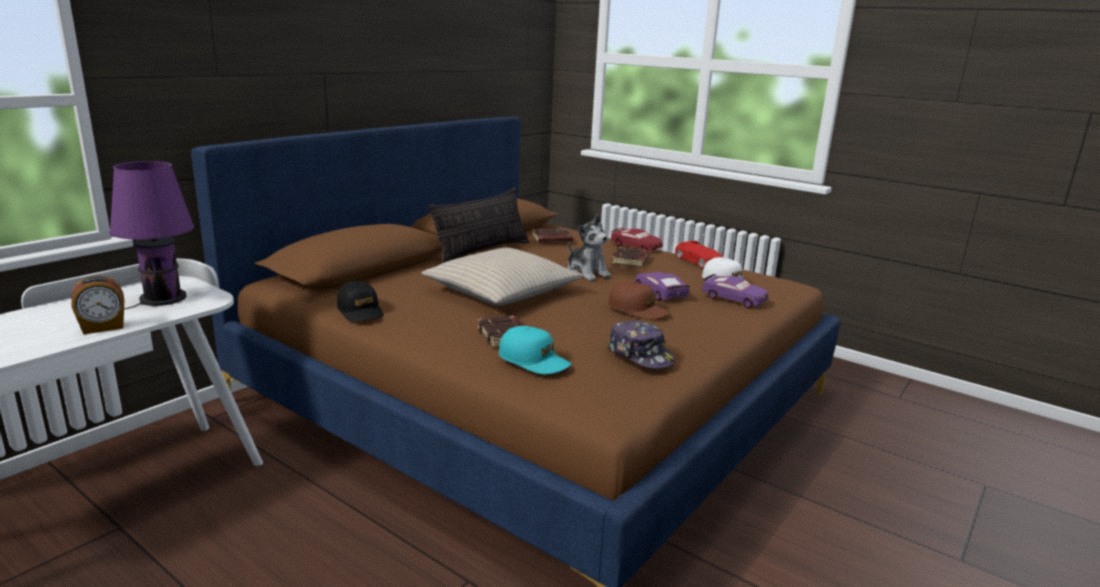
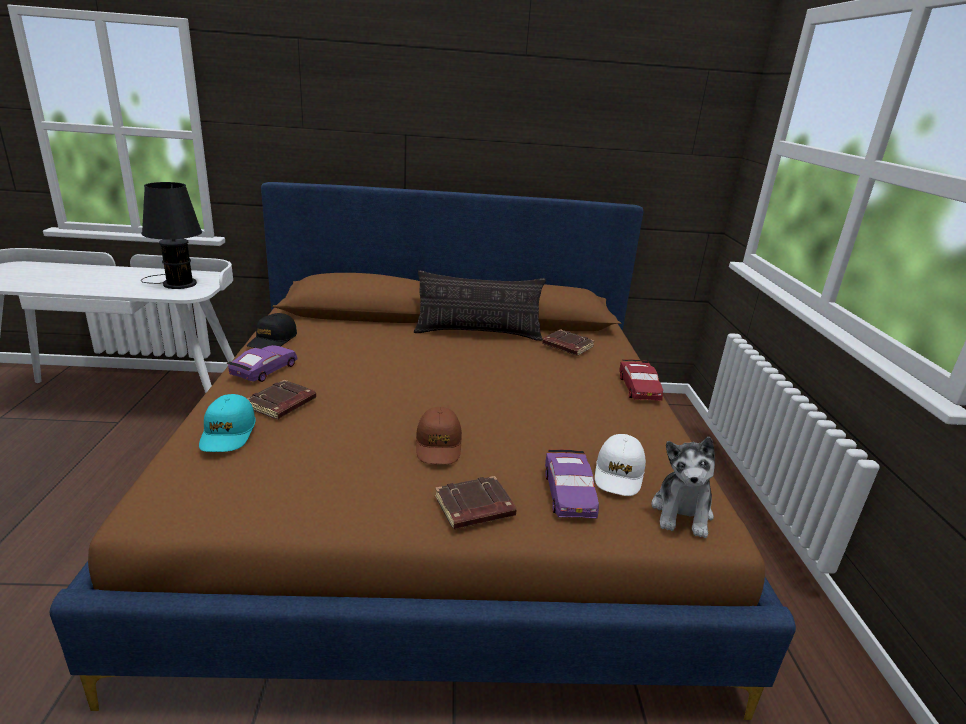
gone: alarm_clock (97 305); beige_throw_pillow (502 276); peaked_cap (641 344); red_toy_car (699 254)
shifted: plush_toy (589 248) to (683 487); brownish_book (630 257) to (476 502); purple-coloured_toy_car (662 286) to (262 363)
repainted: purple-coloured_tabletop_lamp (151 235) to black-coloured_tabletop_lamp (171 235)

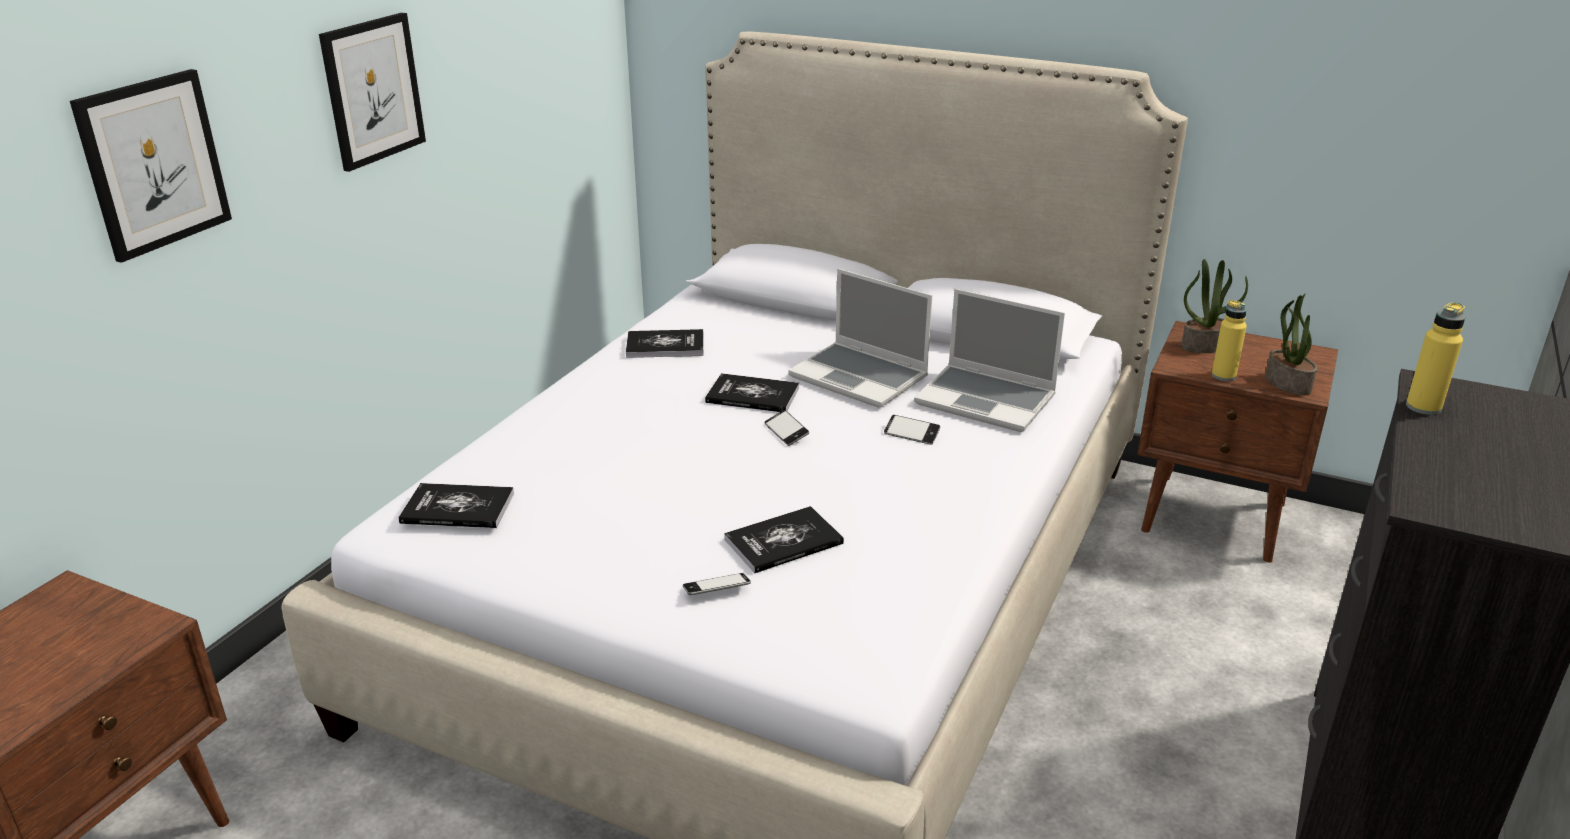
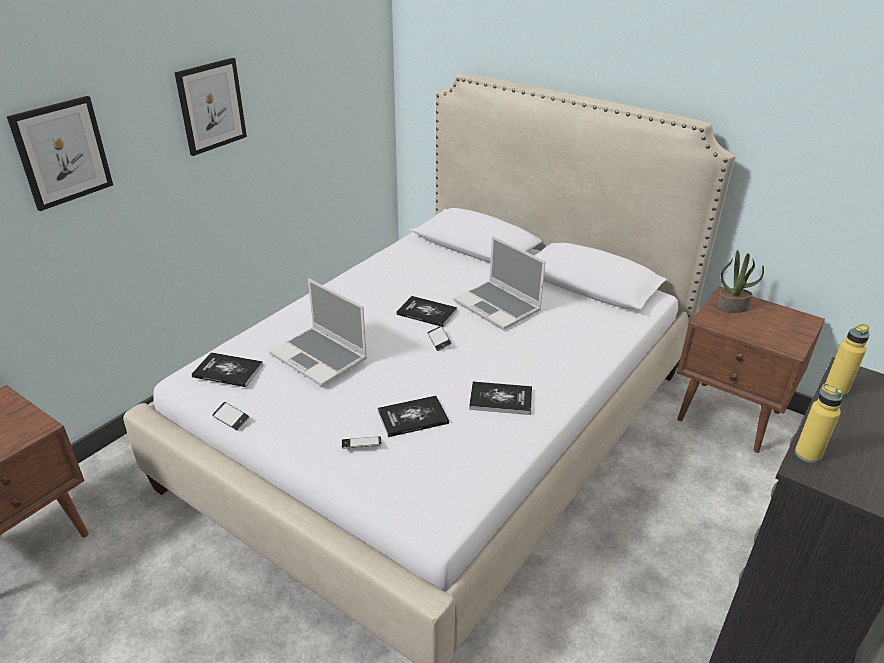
gone: houseplant (1291 344)
shifted: book (664 343) to (500 398); phone (912 430) to (230 416); portable_computer (989 360) to (318 332); yellow-coloured_bottle (1229 340) to (818 423)

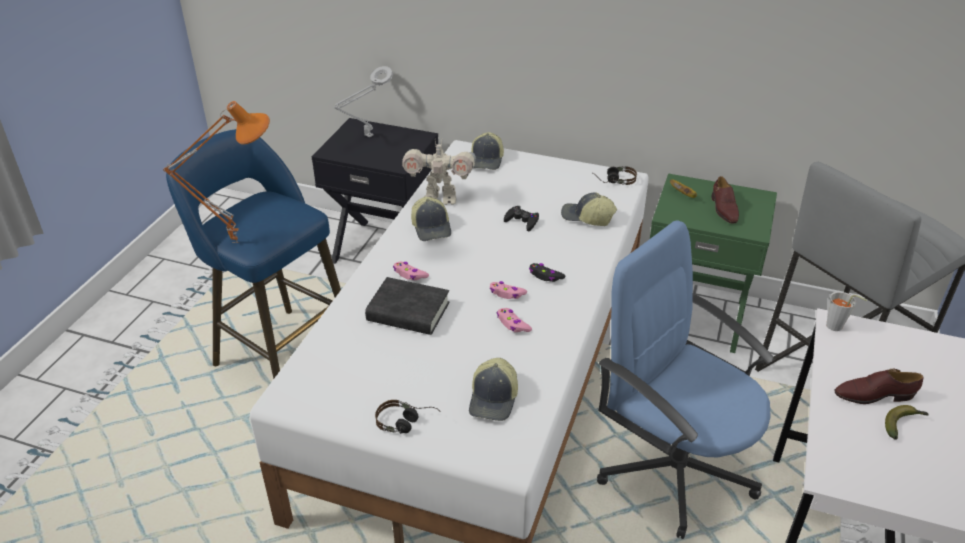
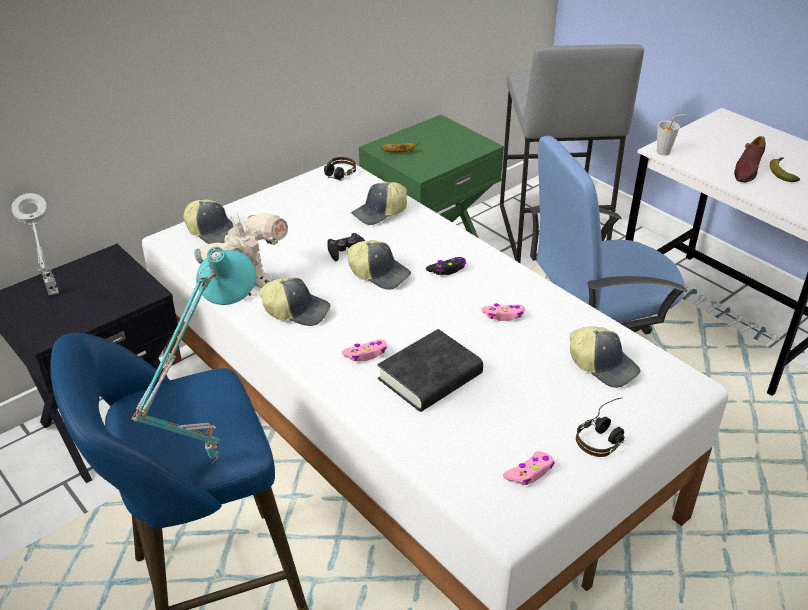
gone: brownish_shoe (725 199)
new: peaked_cap (379 265)
shifted: pink-coloured_joypad (508 290) to (528 468)
repainted: orange-coloured_tabletop_lamp (216 172) to turquoise_tabletop_lamp (193 355)

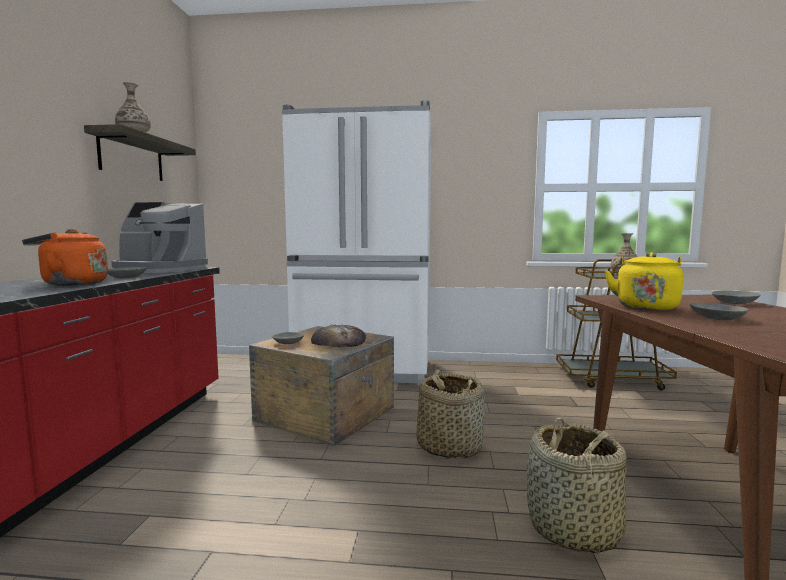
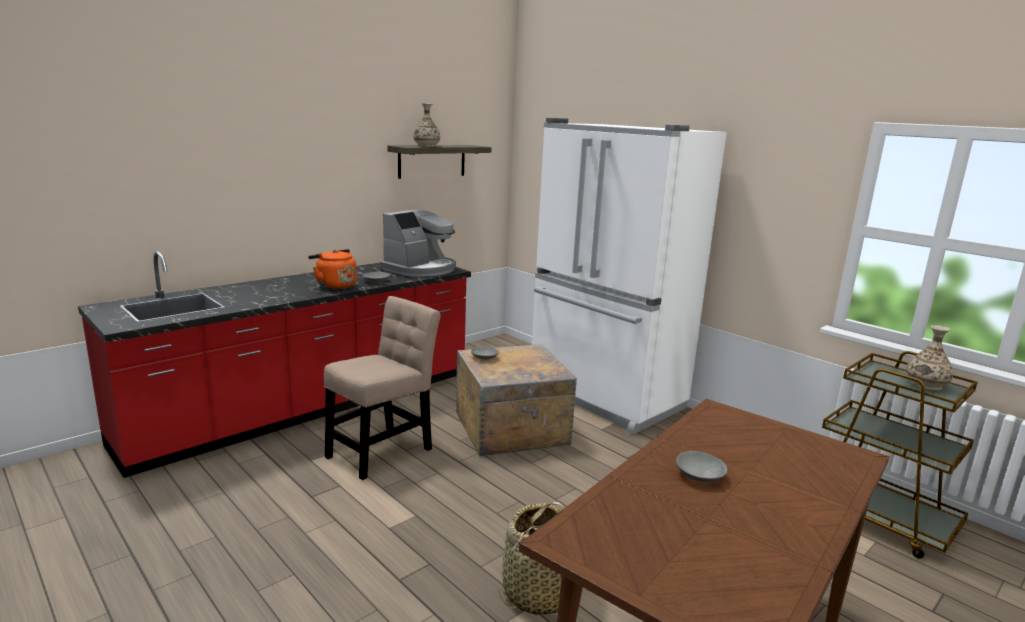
gone: baked_bread (338 336); storage_basket (450 414); yellow-coloured_water_kettle (644 281); greyish_bowl (736 297)
new: beige_upright_chair (382 388)
rotated: coffee_maker (159 237) = (418 242) 105 degrees counterclockwise

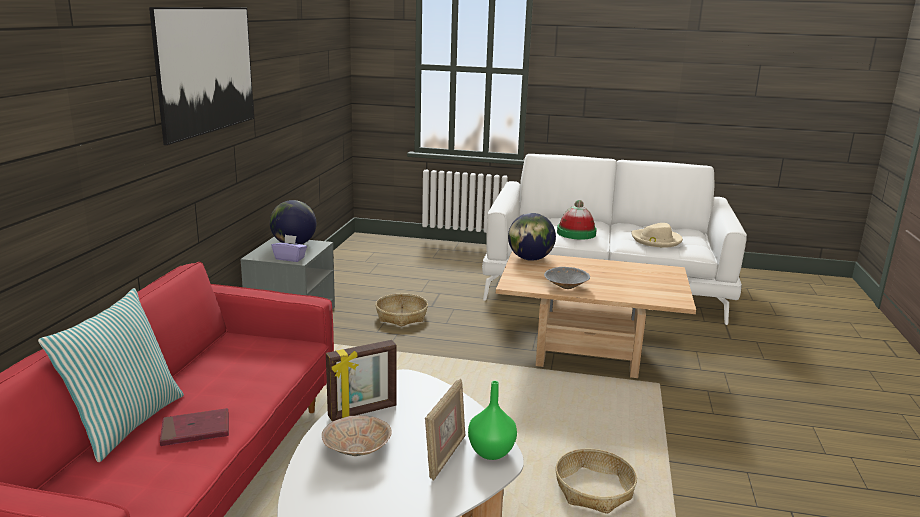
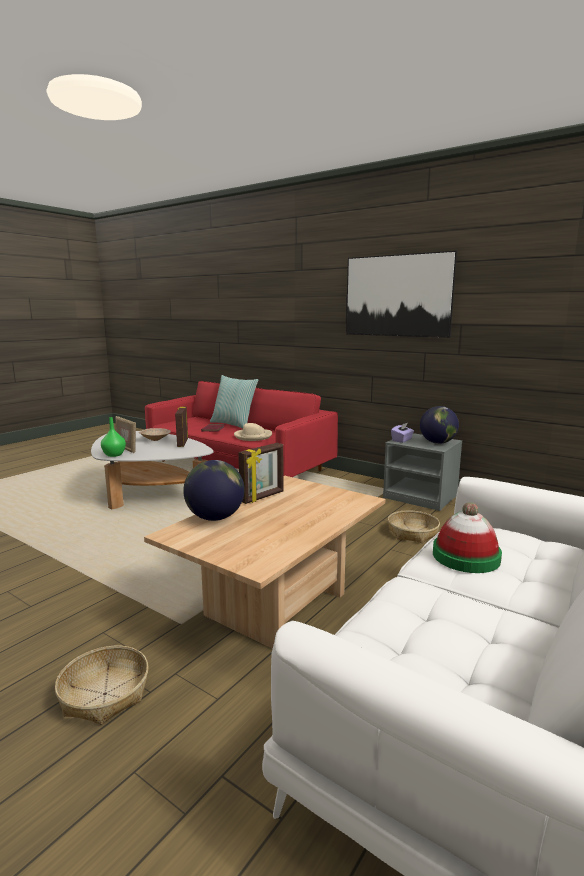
shifted: world_globe (532 237) to (214 490); storage_basket (596 481) to (102 685); beige_wearable_hat (657 235) to (253 432)
swapped: greyish_bowl (567 278) to picture_frame (261 473)

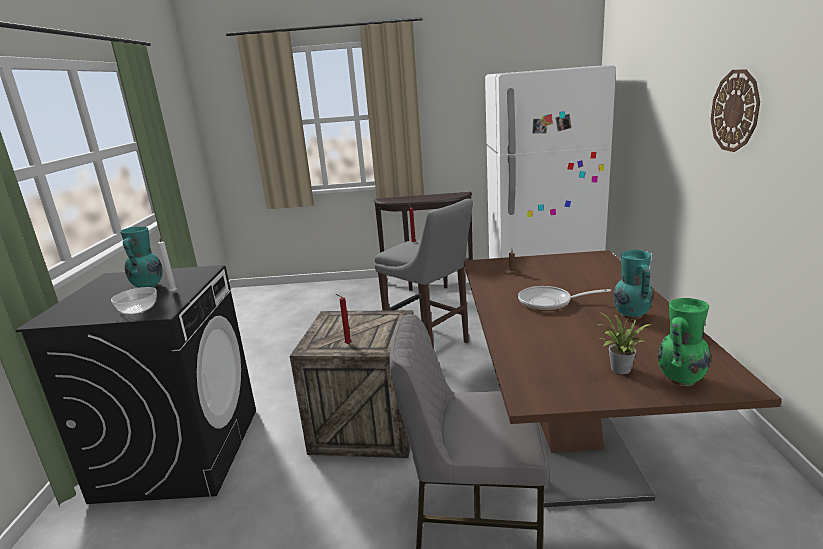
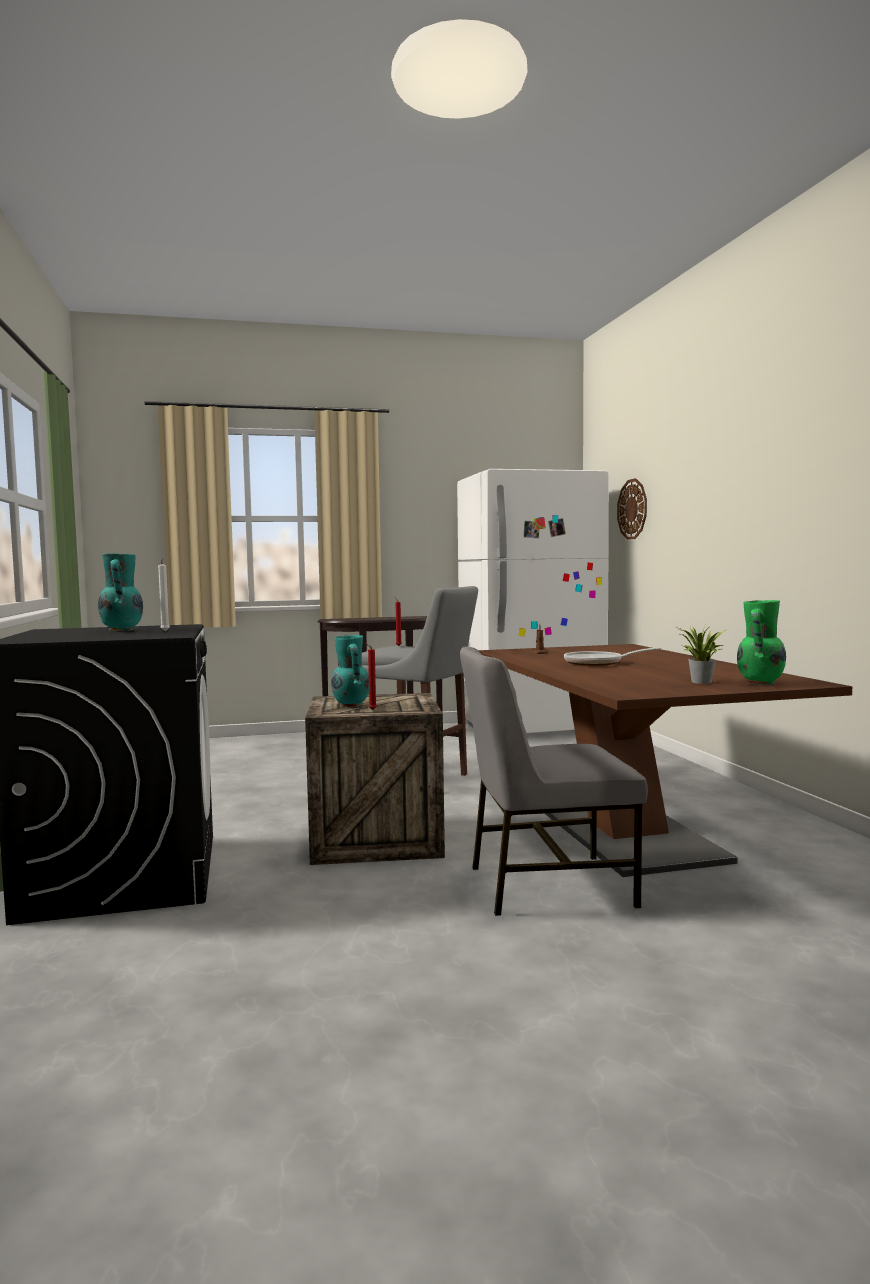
gone: bowl (134 301)
shifted: turquoise_flower_vase (633 285) to (350 671); wall_clock (735 110) to (632 509)

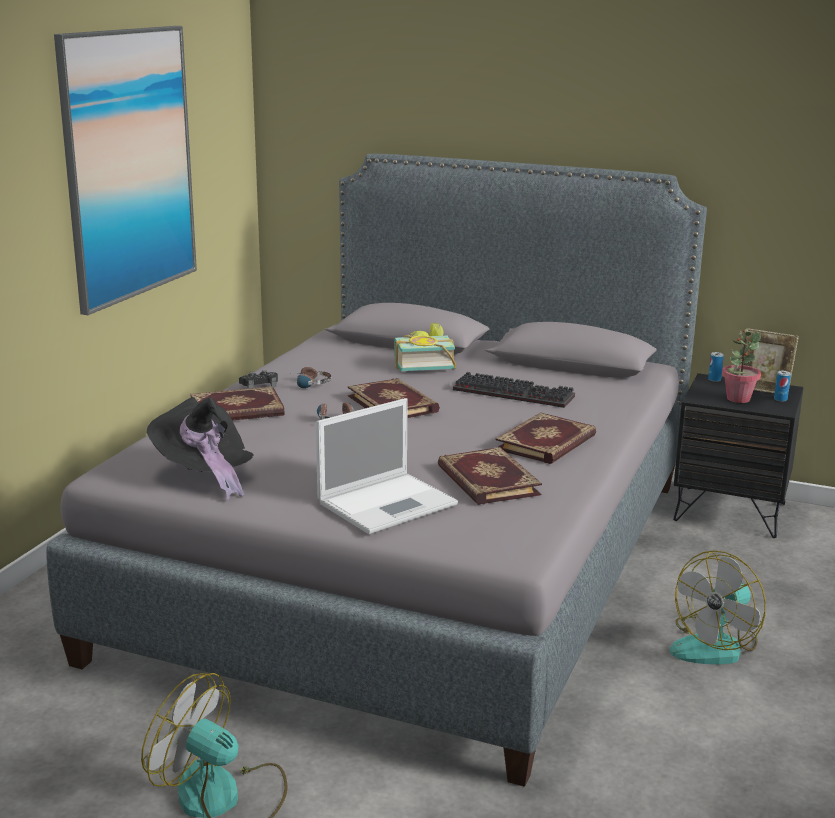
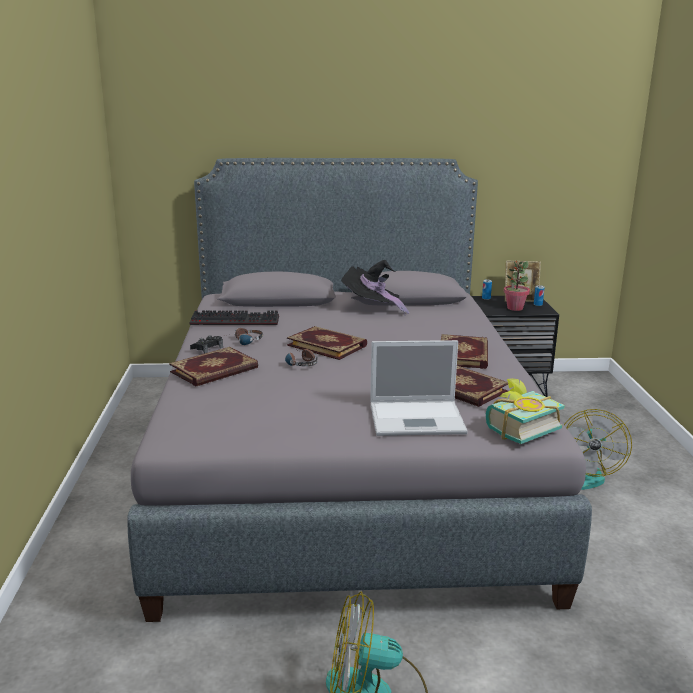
gone: picture (125 170)
shifted: black-coloured_wearable_hat (200 449) to (375 287); book (425 347) to (525 411); computer_keyboard (514 390) to (234 317)
rotated: portable_computer (387 466) = (419 388) 60 degrees clockwise

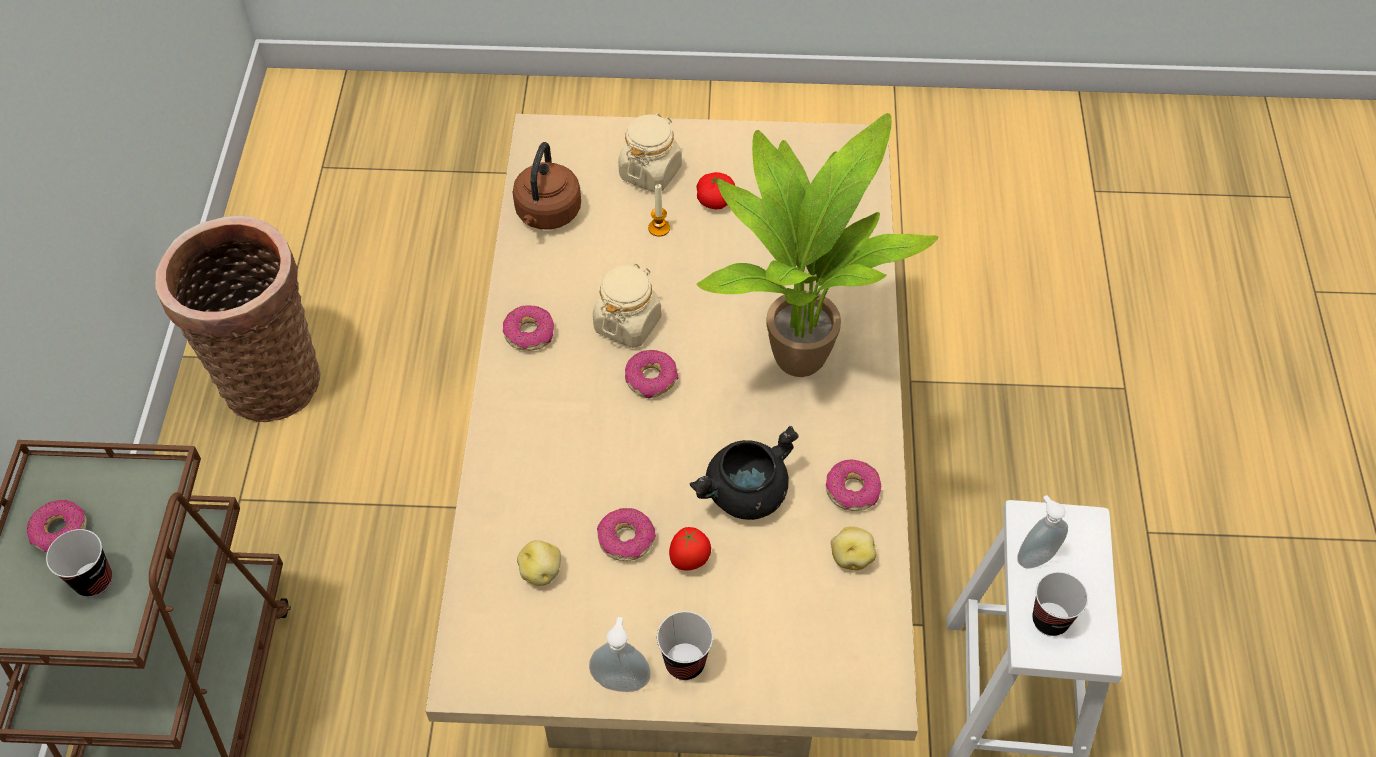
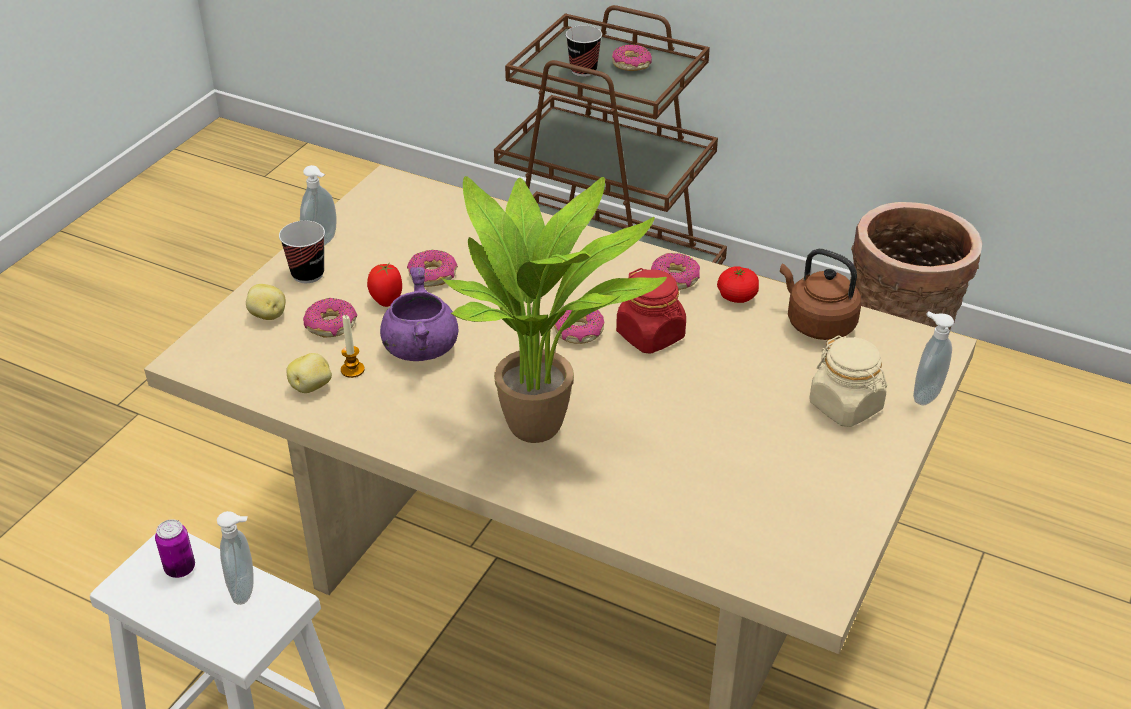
new: liquid_soap_bottle (933 358)
shifted: potato (539 563) to (266 302); wax_candle (659 210) to (353 346); whole_tomato (715 190) to (738 284); ring_doughnut (853 485) to (330 318)
swapped: cup (1060 604) to sealed_can (175 548)
repainted: beige_preserve_jar (627 305) to red_preserve_jar (651 311); black-coloured_saucepot (744 473) to purple-coloured_saucepot (419 314)

